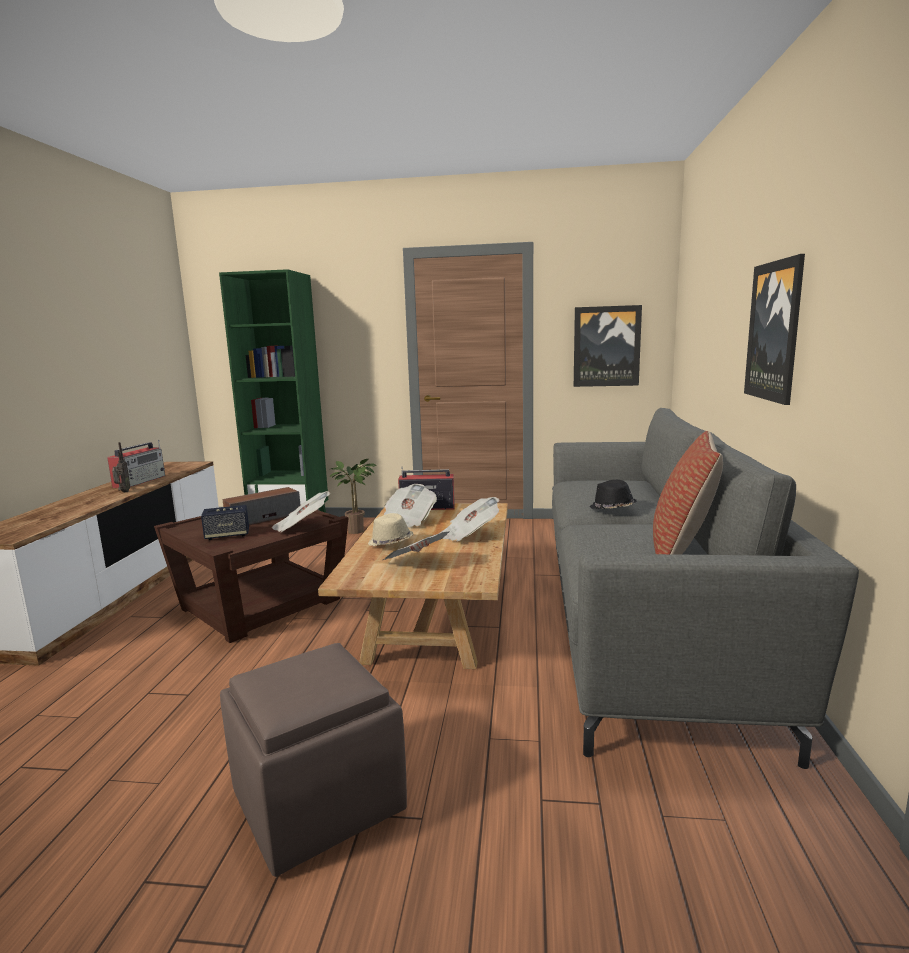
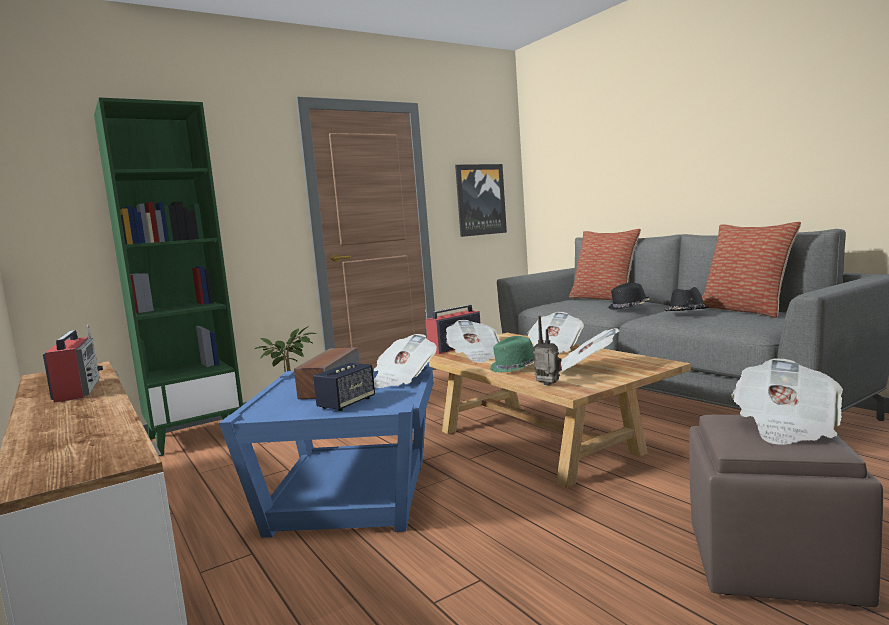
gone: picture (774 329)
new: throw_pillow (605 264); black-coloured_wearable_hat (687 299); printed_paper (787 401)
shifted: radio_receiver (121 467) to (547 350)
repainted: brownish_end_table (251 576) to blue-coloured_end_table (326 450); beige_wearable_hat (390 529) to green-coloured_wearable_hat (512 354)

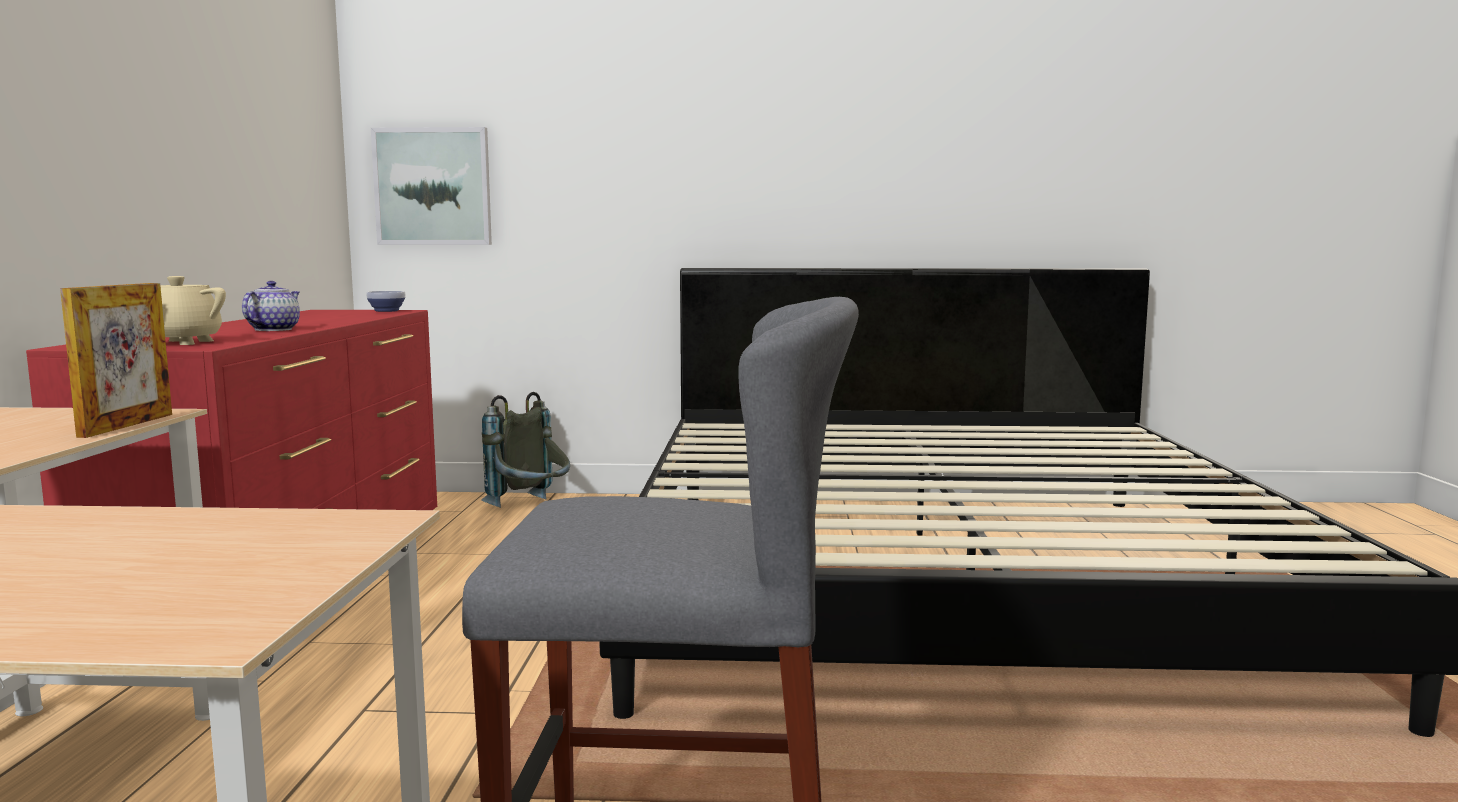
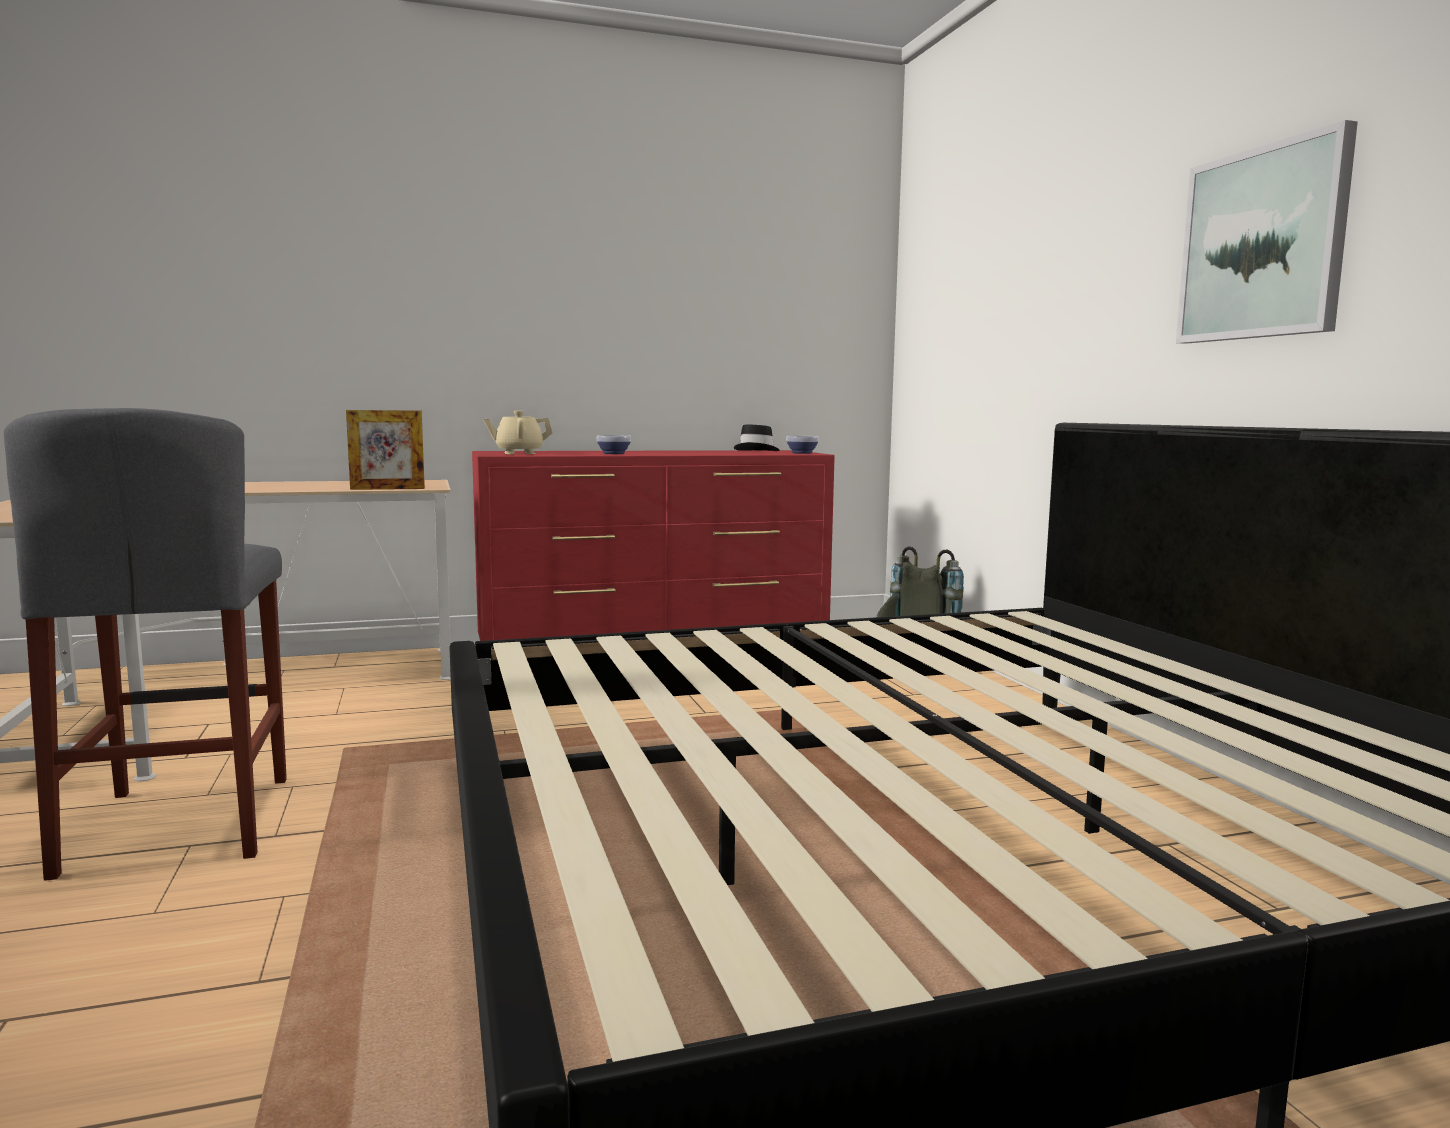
new: black-coloured_wearable_hat (756 438)
shifted: picture (431 186) to (1267 232)
swapped: pot_for_tea (271 306) to bowl (614 444)

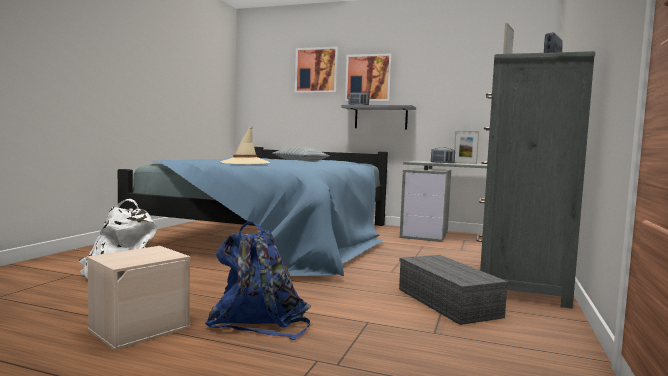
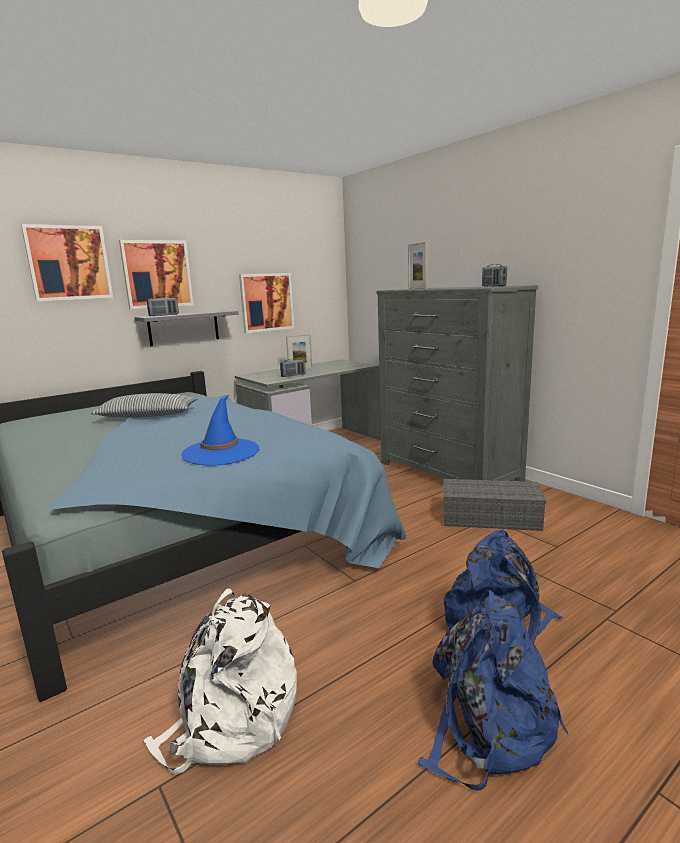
new: picture (266 303)
swapped: beige_storage_container (138 298) to blue-coloured_backpack (492 690)
repainted: beige_wearable_hat (245 145) to blue-coloured_wearable_hat (220 430)

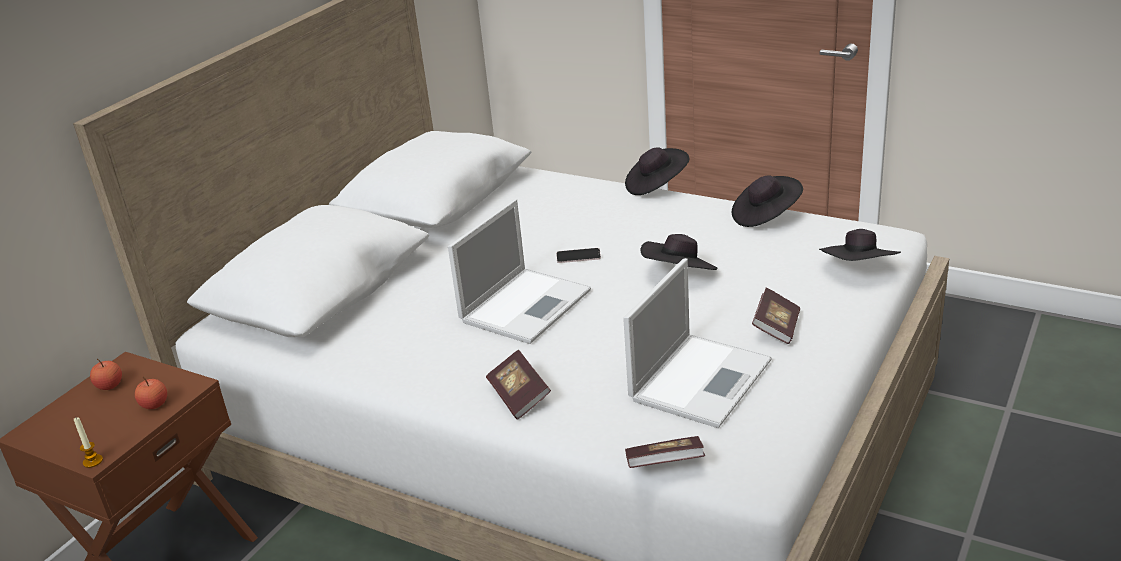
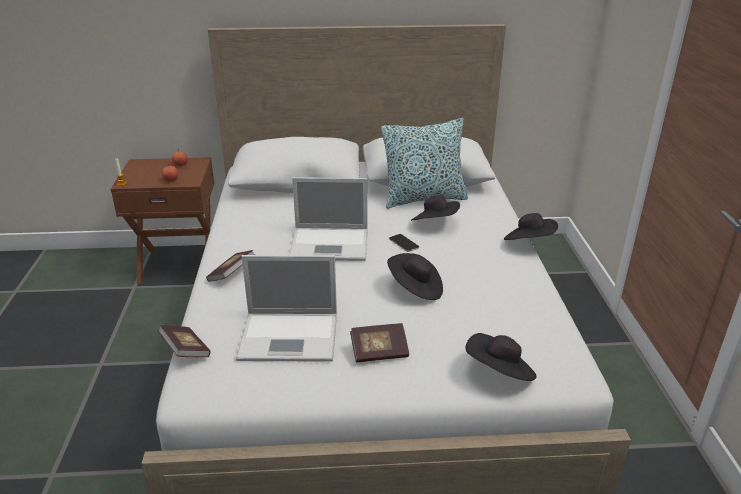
new: throw_pillow (424 163)
shifted: black-coloured_wearable_hat (767 201) to (435 208)

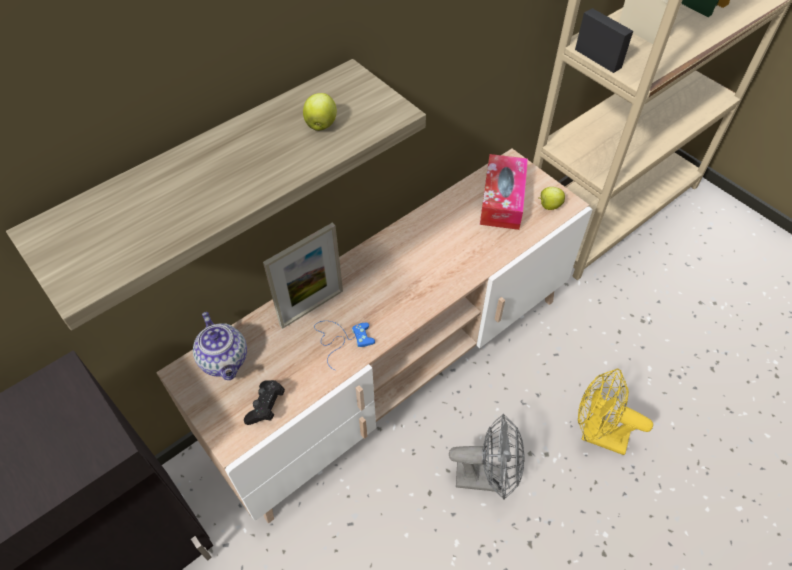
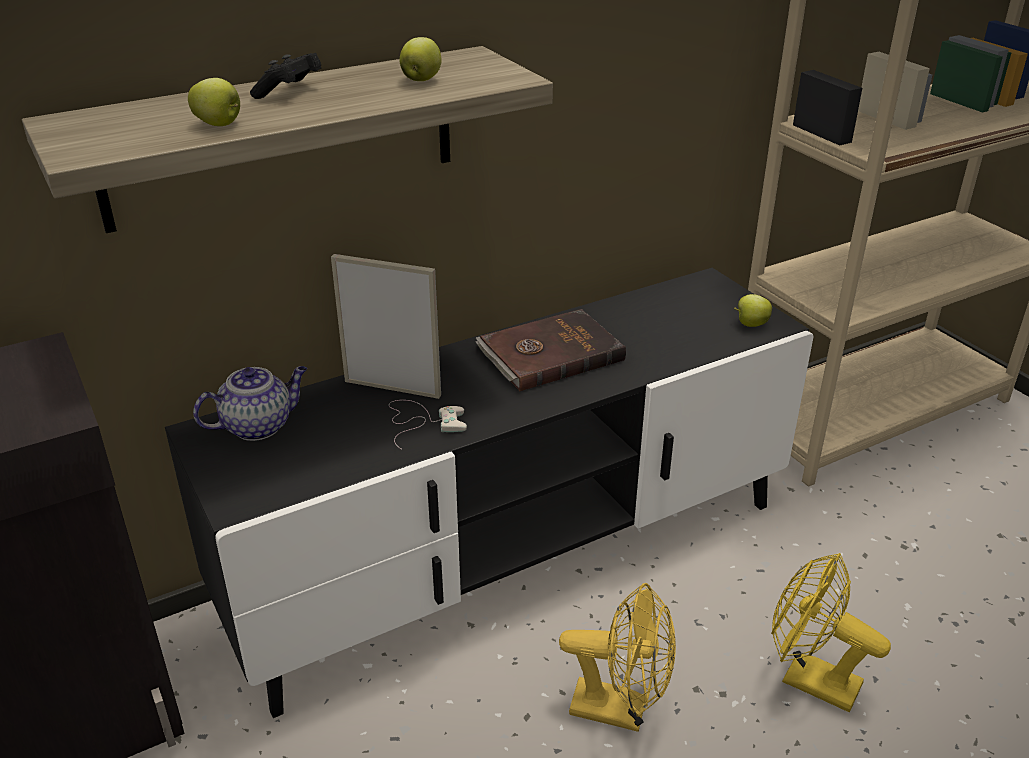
gone: box_of_tissues (504 192)
new: whole_apple (214 102); brownish_book (550 350)
shifted: black-coloured_joypad (264 402) to (285 76)
repainted: beige_tv_unit (374 336) to black-coloured_tv_unit (489 493); blue-coloured_joypad (344 345) to white_joypad (428 424); greyish_cooling_fan (487 456) to yellow-coloured_cooling_fan (617 657)
rotated: pot_for_tea (220 346) = (250 403) 105 degrees counterclockwise; picture_frame (303 275) = (386 326) 135 degrees counterclockwise

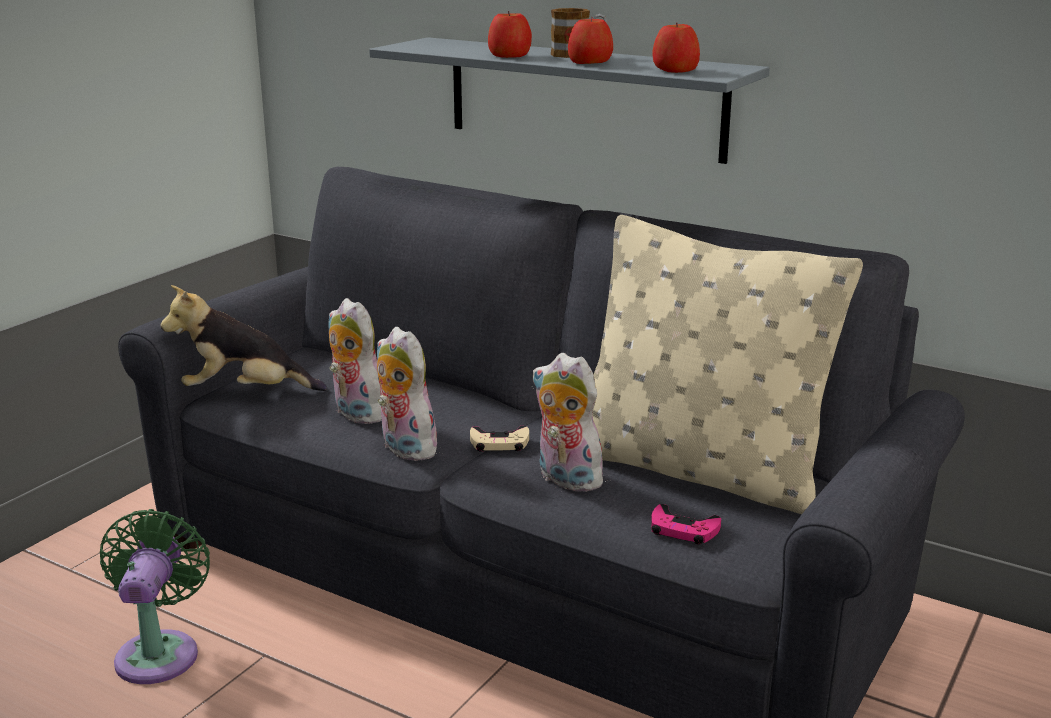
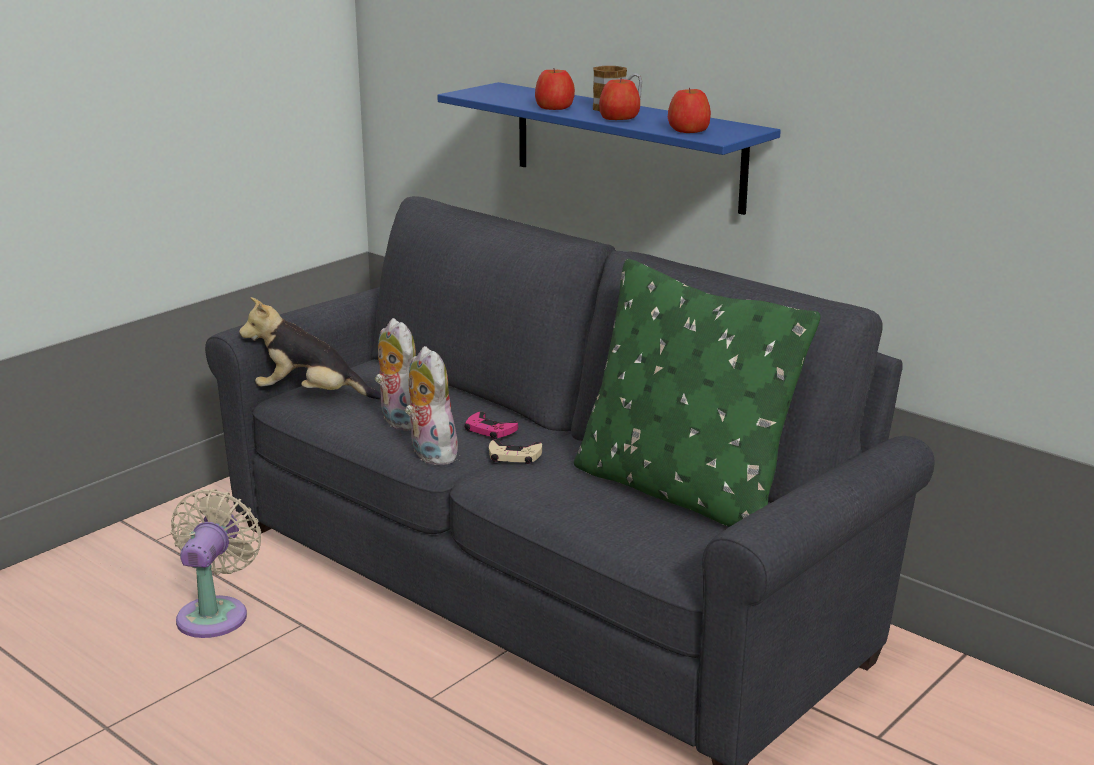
gone: plush_toy (570 422)
shifted: pink-coloured_joypad (686 524) to (491 425)
repainted: green-coloured_cooling_fan (155 596) to beige_cooling_fan (216 563); greyish_bracket_shelf (569 100) to blue-coloured_bracket_shelf (609 148); beige_throw_pillow (727 364) to green-coloured_throw_pillow (697 393)

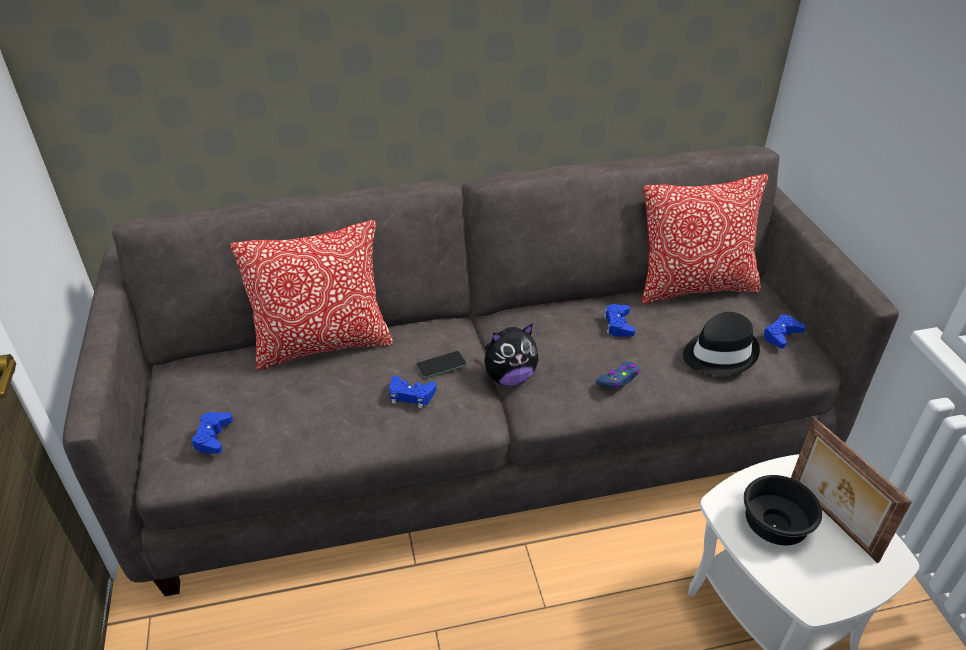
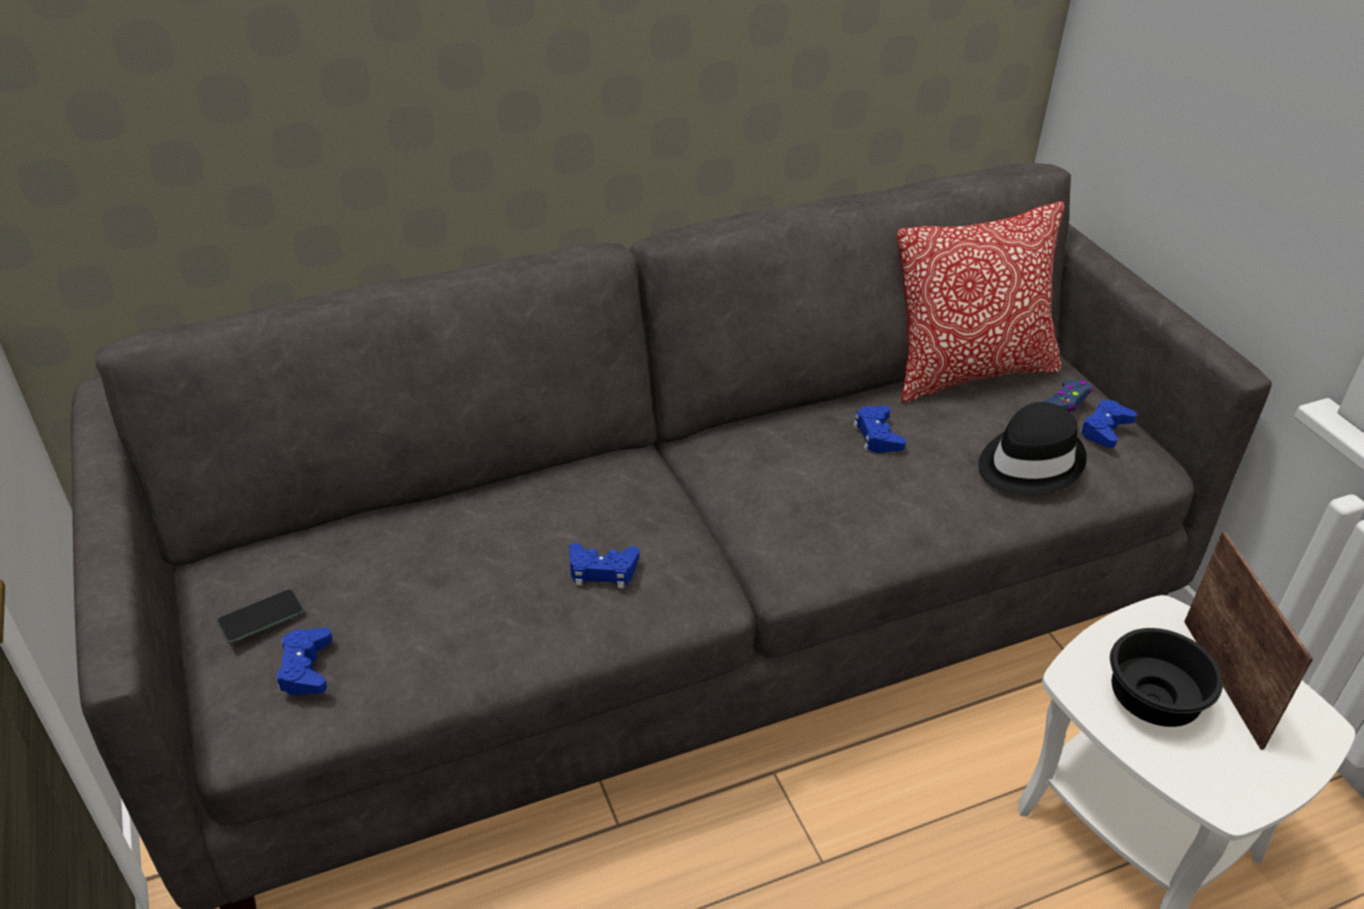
gone: throw_pillow (312 295); plush_toy (511 355)
shifted: phone (441 364) to (260 616); blue-coloured_joypad (618 375) to (1067 396)
rotated: picture_frame (851 490) = (1248 640) 150 degrees counterclockwise

